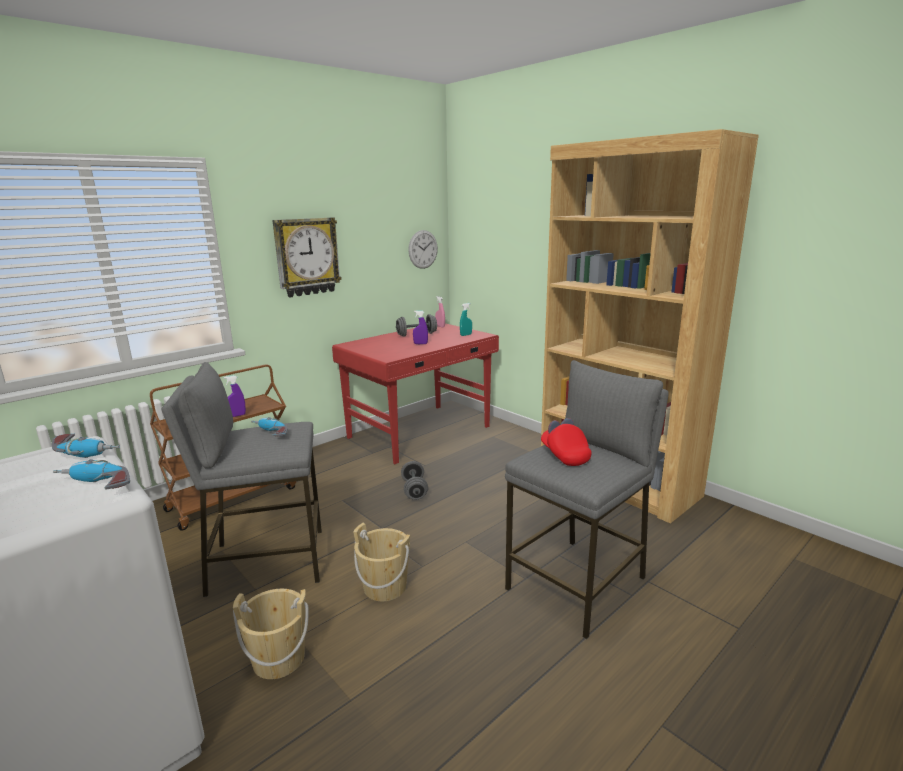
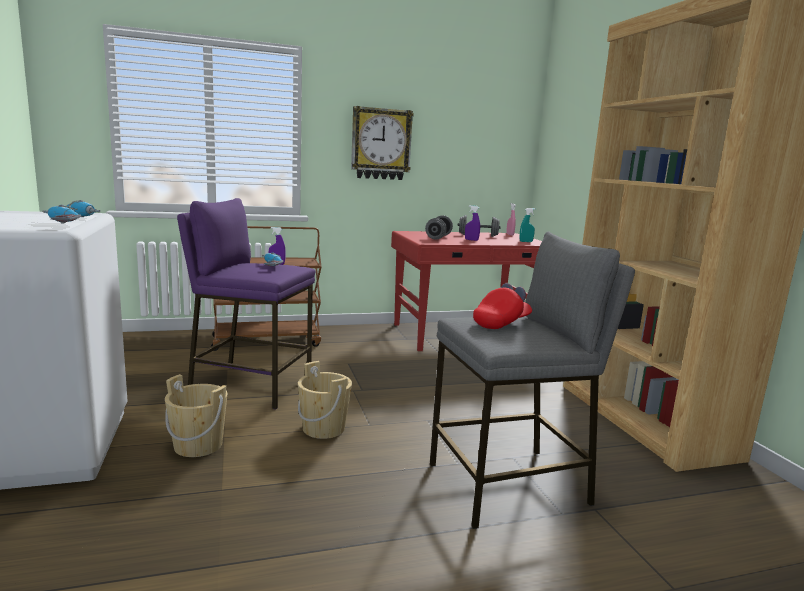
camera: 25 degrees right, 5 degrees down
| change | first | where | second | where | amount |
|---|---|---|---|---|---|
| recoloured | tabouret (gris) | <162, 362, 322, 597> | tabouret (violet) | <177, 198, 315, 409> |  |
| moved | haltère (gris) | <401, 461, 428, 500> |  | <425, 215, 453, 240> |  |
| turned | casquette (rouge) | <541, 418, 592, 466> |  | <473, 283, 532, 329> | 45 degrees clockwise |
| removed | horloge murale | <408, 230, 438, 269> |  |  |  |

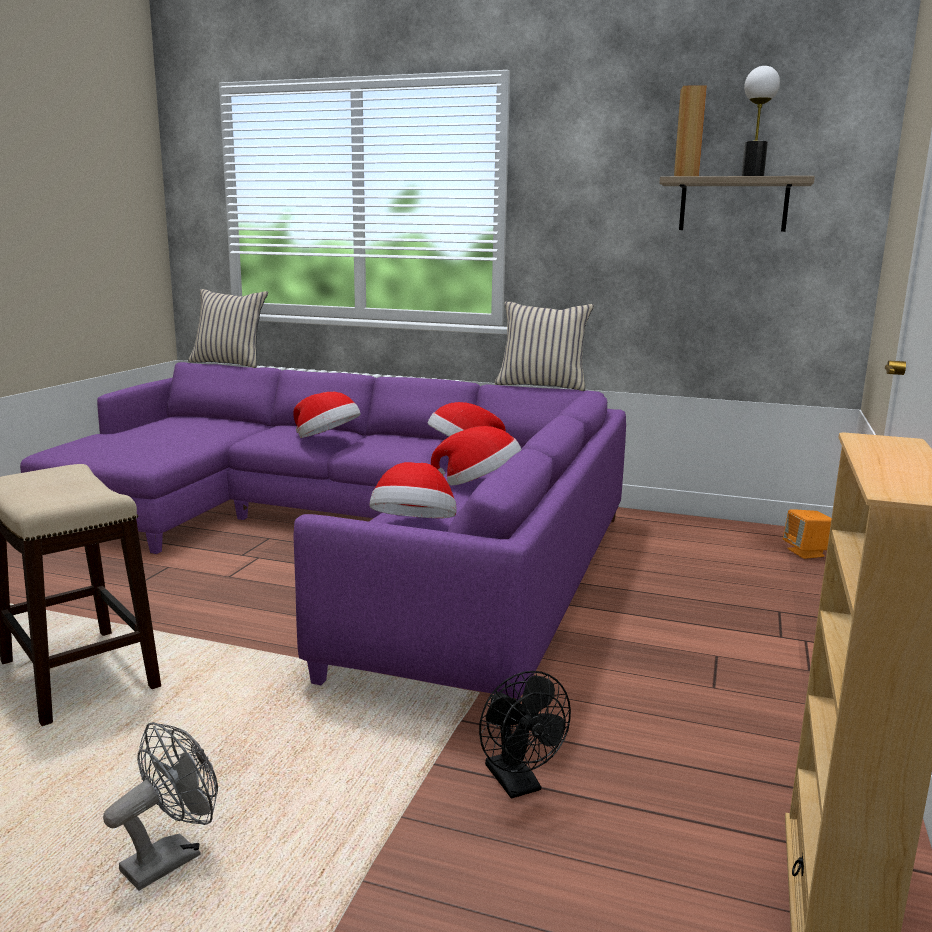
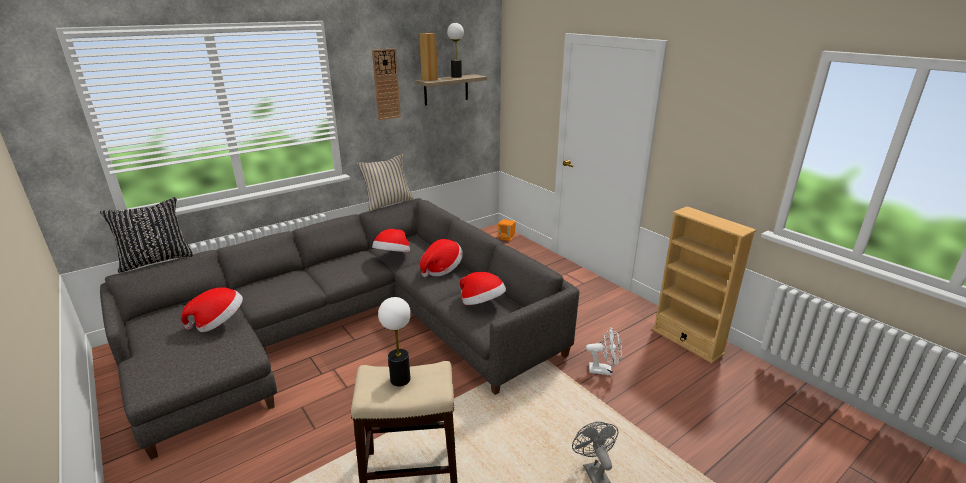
camera: 55 degrees left, 10 degrees up
| change | first | where | second | where | amount |
|---|---|---|---|---|---|
| recoloured | coussin (beige) | <188, 289, 268, 368> | coussin (noir) | <100, 197, 194, 273> |  |
| recoloured | canapé (violet) | <20, 362, 626, 701> | canapé (gris) | <100, 198, 580, 460> |  |
| moved | chapeau | <293, 392, 361, 438> |  | <181, 287, 243, 332> |  |
| added |  |  | horloge murale | <372, 48, 401, 120> |  |
| added |  |  | lampe de table | <378, 297, 411, 386> |  |
| recoloured | ventilateur (noir) | <479, 671, 571, 799> | ventilateur (blanc) | <586, 327, 622, 376> |  |

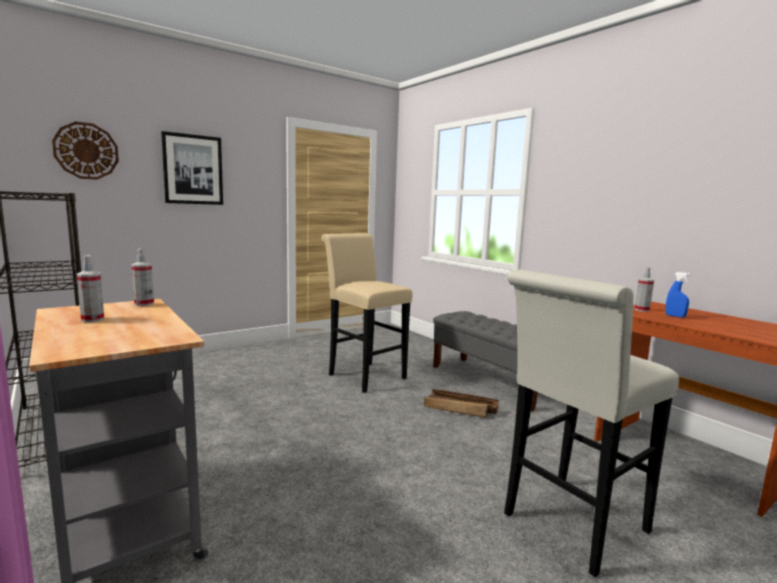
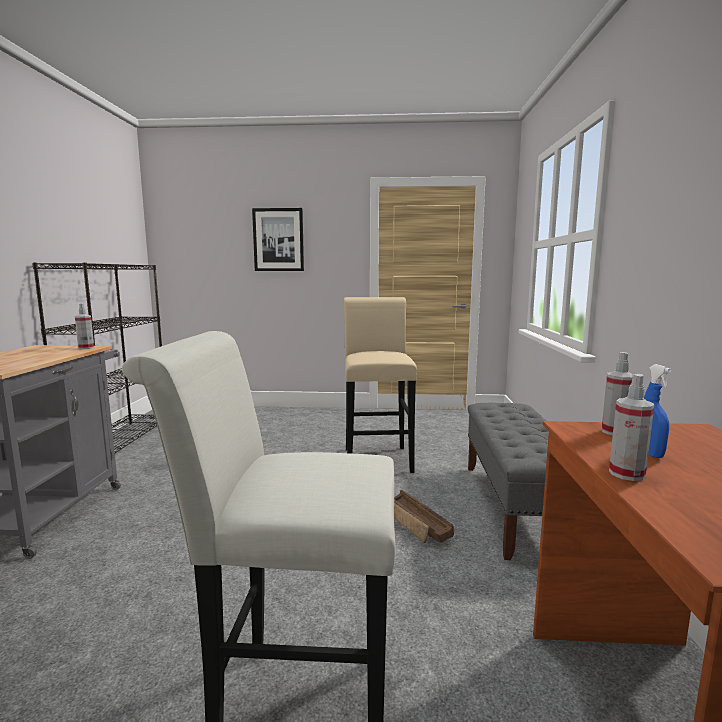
camera: 40 degrees right, 0 degrees up
| change | first | where | second | where | amount |
|---|---|---|---|---|---|
| moved | vaporisateur | <77, 255, 104, 322> |  | <609, 374, 654, 481> |  |
| removed | horloge murale | <52, 122, 119, 180> |  |  |  |

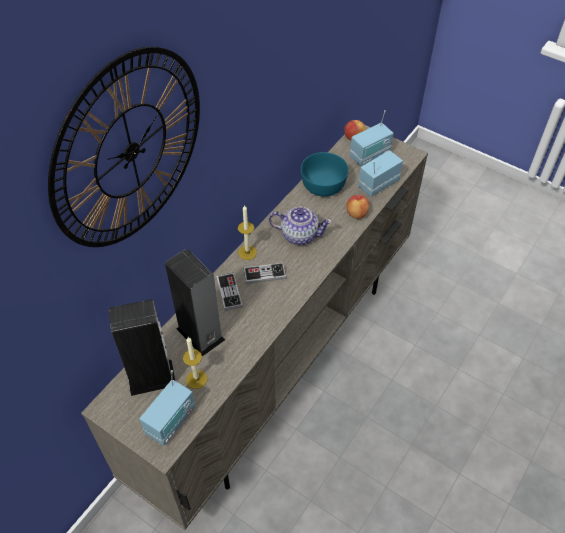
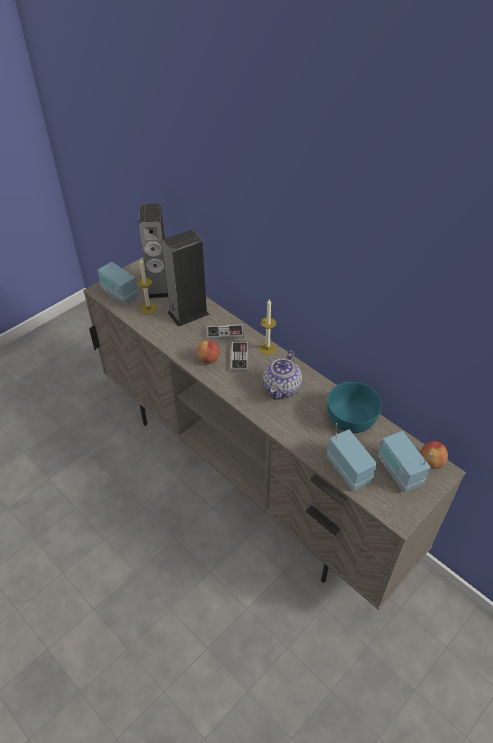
camera: 100 degrees right, 5 degrees down
| change | first | where | second | where | amount |
|---|---|---|---|---|---|
| moved | pomme | <346, 195, 369, 219> |  | <196, 340, 220, 364> |  |
| removed | horloge murale | <48, 47, 200, 247> |  |  |  |

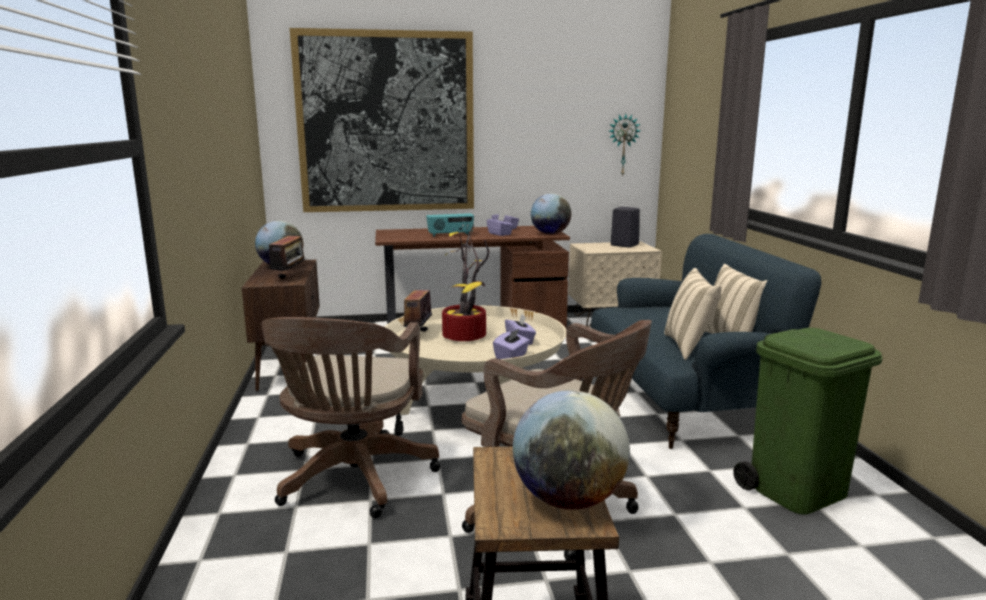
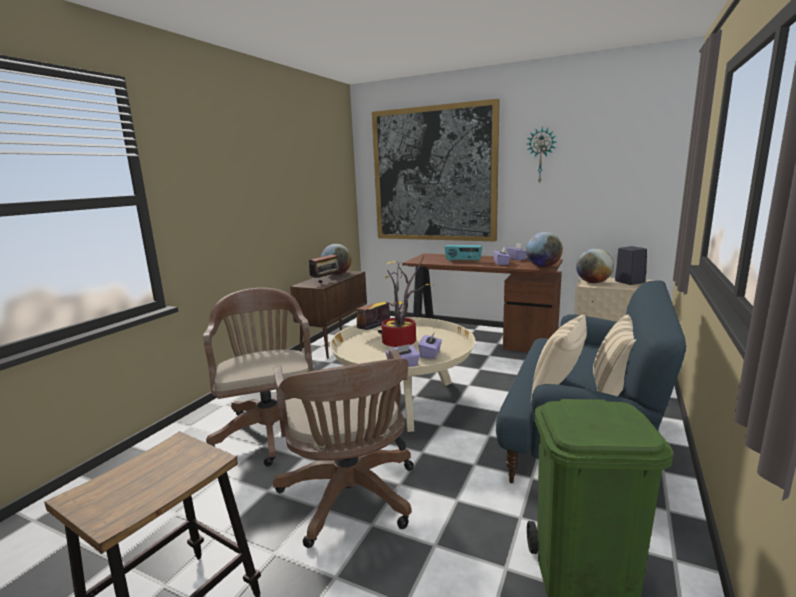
camera: 35 degrees right, 0 degrees up
| change | first | where | second | where | amount |
|---|---|---|---|---|---|
| turned | chaise de bureau (marron) | <262, 317, 441, 518> |  | <203, 288, 314, 467> | 120 degrees clockwise |
| moved | horloge murale | <609, 114, 640, 177> |  | <527, 127, 556, 184> |  |
| moved | globe | <513, 390, 630, 510> |  | <576, 248, 614, 283> |  |

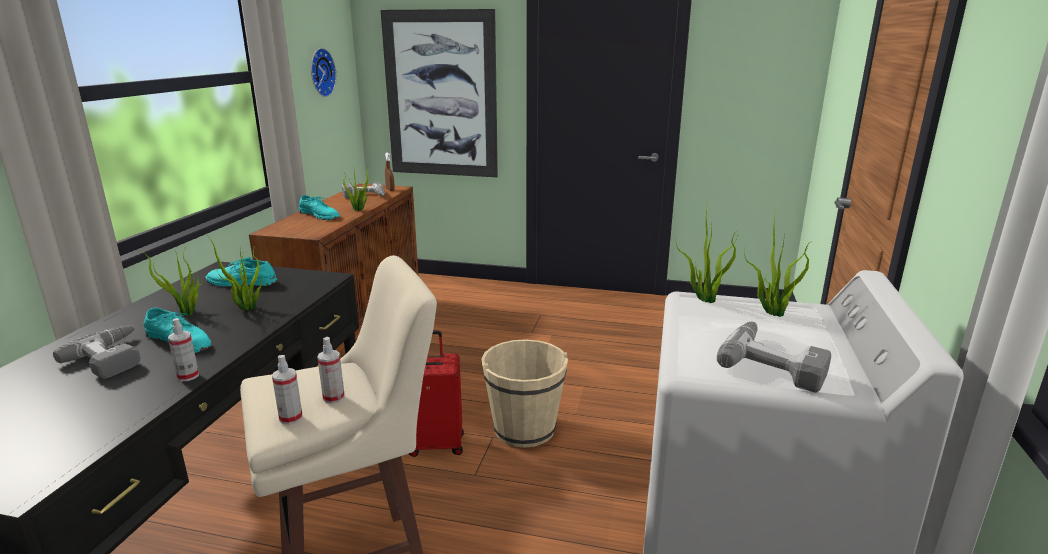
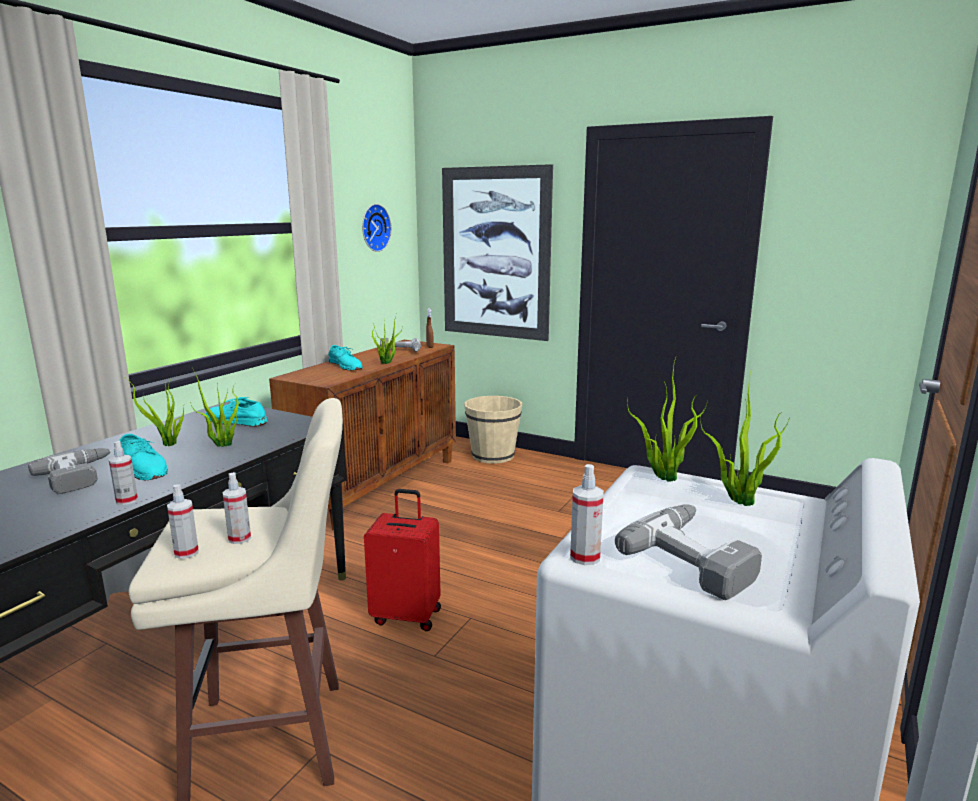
camera: 15 degrees right, 5 degrees down
| change | first | where | second | where | amount |
|---|---|---|---|---|---|
| moved | seau (beige) | <481, 339, 568, 448> |  | <464, 396, 522, 464> |  |
| added |  |  | vaporisateur | <570, 464, 604, 565> |  |

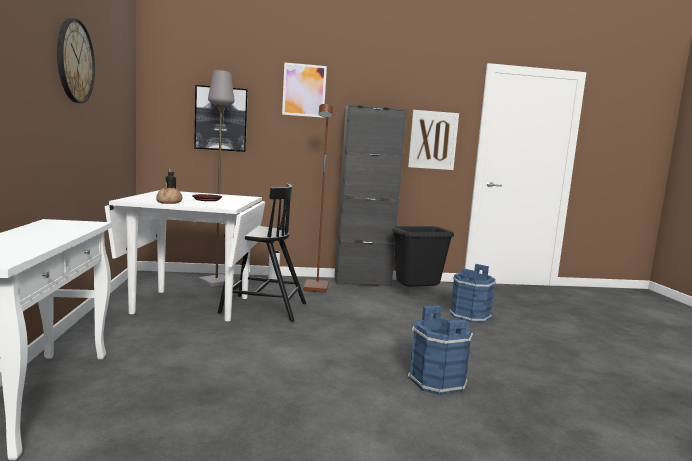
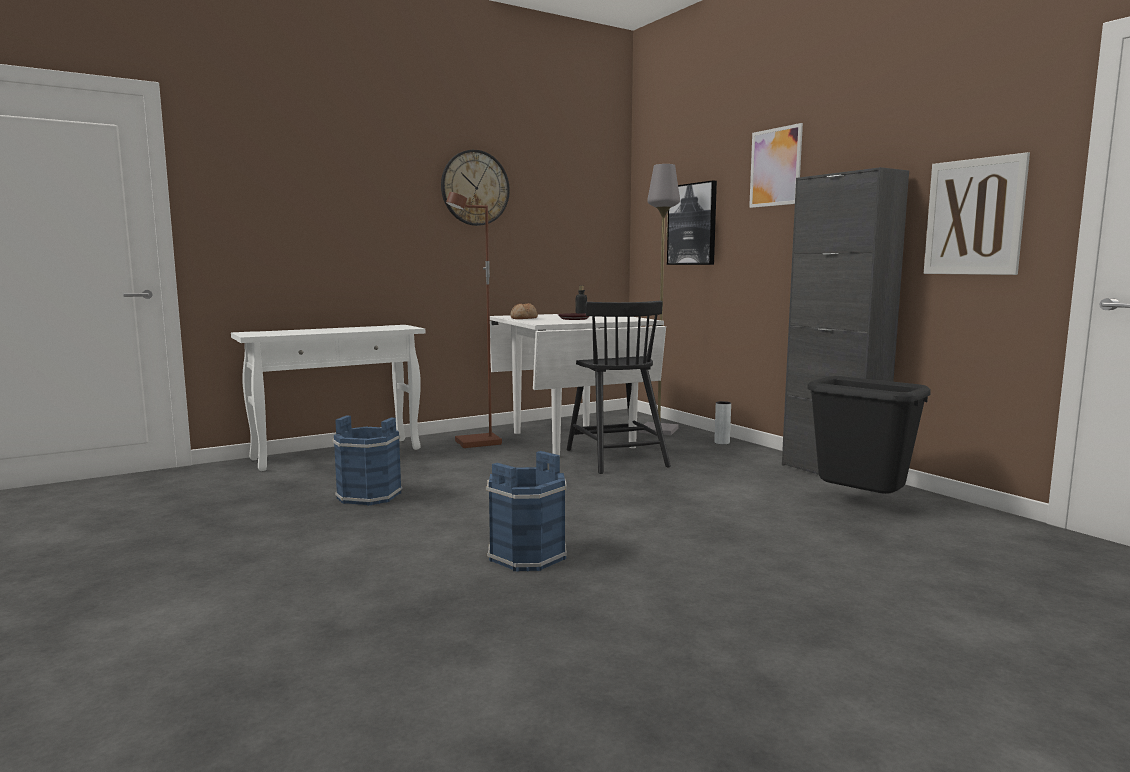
camera: 65 degrees right, 0 degrees up
| change | first | where | second | where | amount |
|---|---|---|---|---|---|
| moved | seau (bleu) | <449, 264, 496, 323> |  | <332, 416, 402, 506> |  |
| moved | lampadaire (marron) | <303, 104, 333, 293> |  | <446, 192, 502, 448> |  |

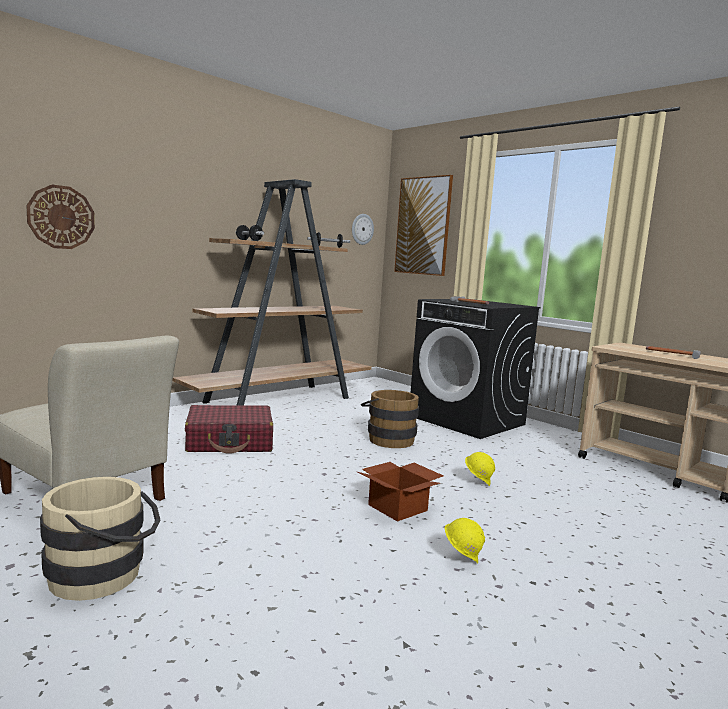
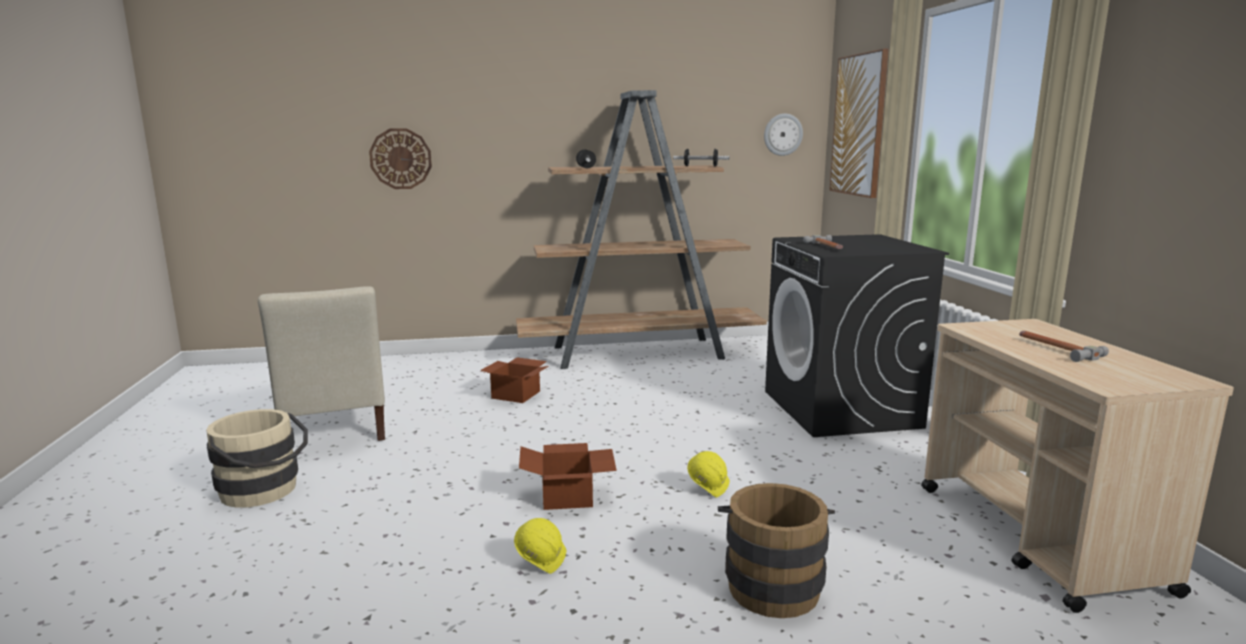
camera: 35 degrees right, 5 degrees up
| change | first | where | second | where | amount |
|---|---|---|---|---|---|
| replaced | valise (rouge) | <185, 405, 273, 454> | carton | <480, 358, 549, 403> |  |
| moved | seau (marron) | <361, 390, 419, 448> |  | <718, 483, 835, 618> |  |

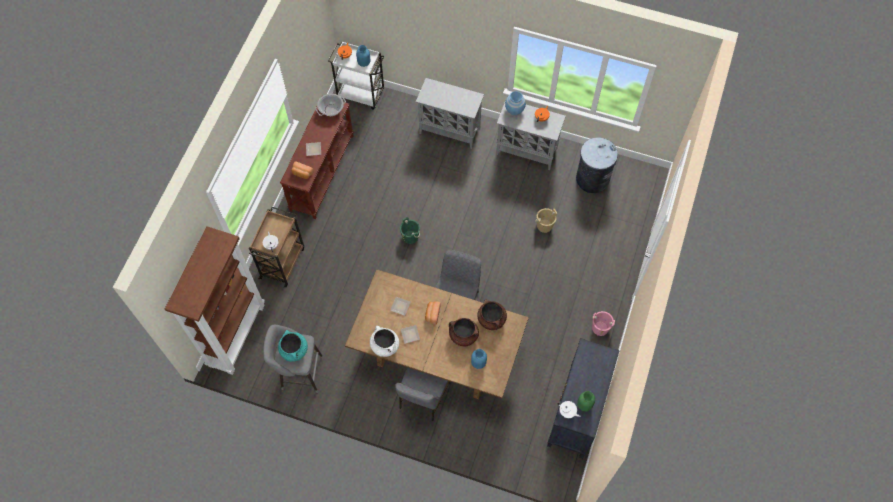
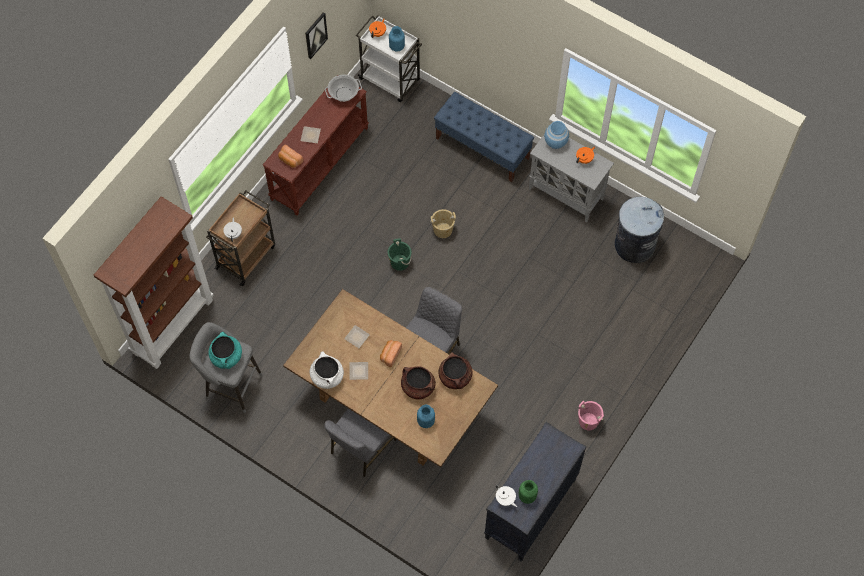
camera: 15 degrees right, 0 degrees up
| change | first | where | second | where | amount |
|---|---|---|---|---|---|
| added |  |  | tableau | <305, 12, 328, 59> |  |
| moved | seau (beige) | <536, 208, 557, 233> |  | <430, 209, 456, 238> |  |
| replaced | meuble de rangement (gris) | <416, 78, 484, 149> | banc (bleu) | <434, 92, 534, 182> |  |

